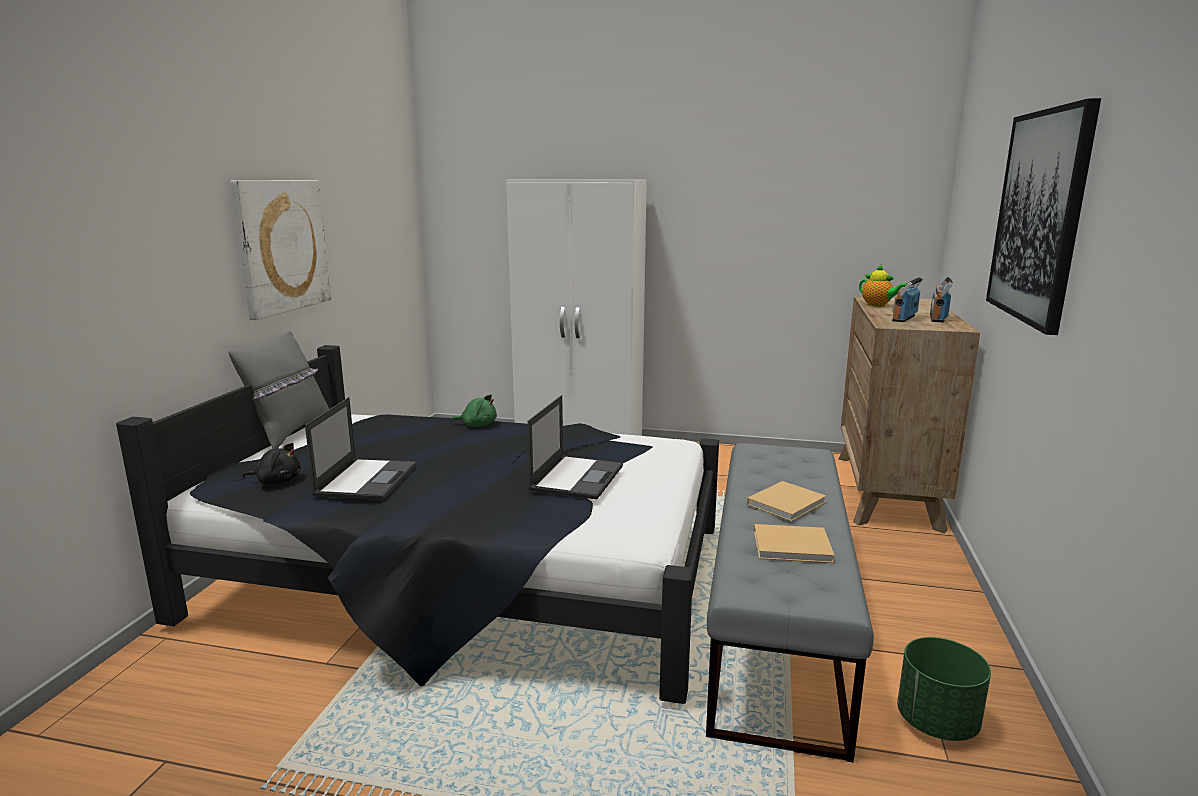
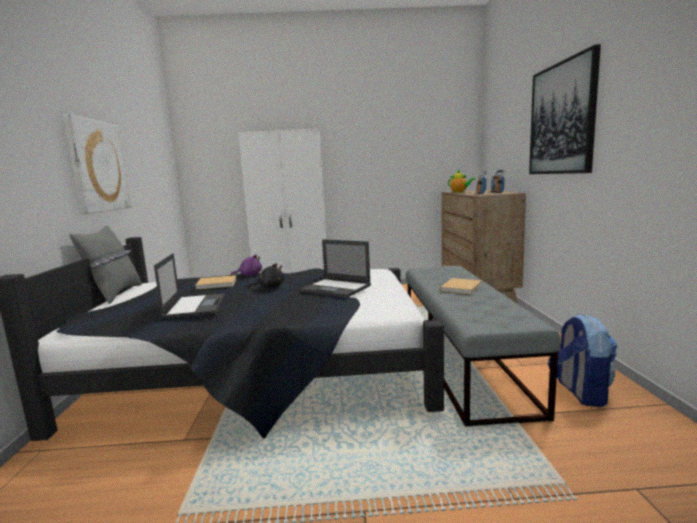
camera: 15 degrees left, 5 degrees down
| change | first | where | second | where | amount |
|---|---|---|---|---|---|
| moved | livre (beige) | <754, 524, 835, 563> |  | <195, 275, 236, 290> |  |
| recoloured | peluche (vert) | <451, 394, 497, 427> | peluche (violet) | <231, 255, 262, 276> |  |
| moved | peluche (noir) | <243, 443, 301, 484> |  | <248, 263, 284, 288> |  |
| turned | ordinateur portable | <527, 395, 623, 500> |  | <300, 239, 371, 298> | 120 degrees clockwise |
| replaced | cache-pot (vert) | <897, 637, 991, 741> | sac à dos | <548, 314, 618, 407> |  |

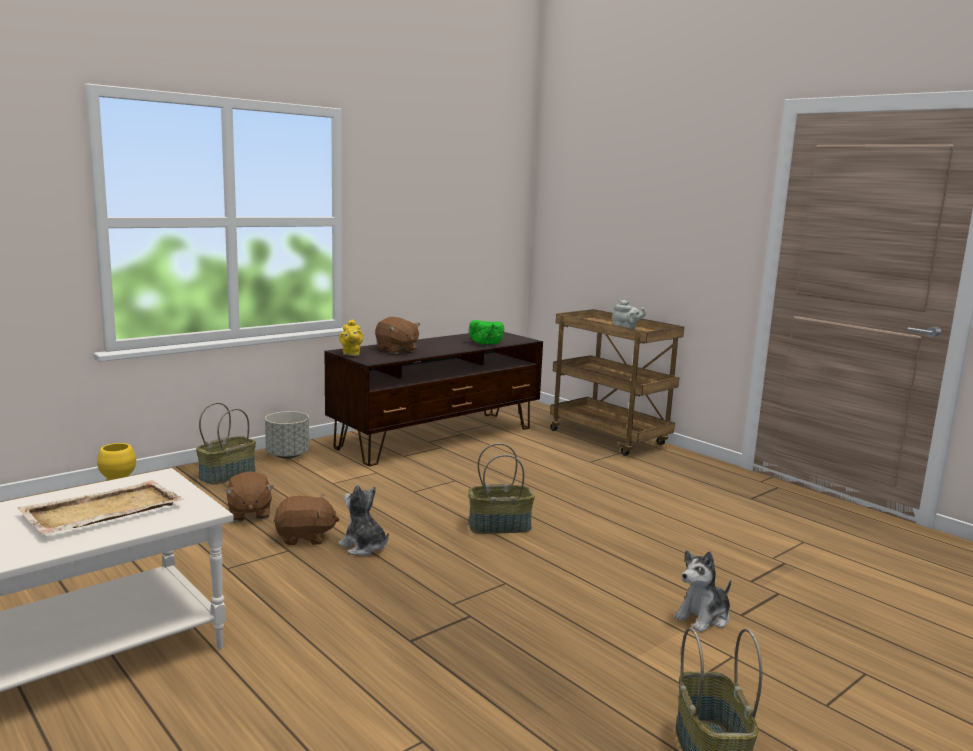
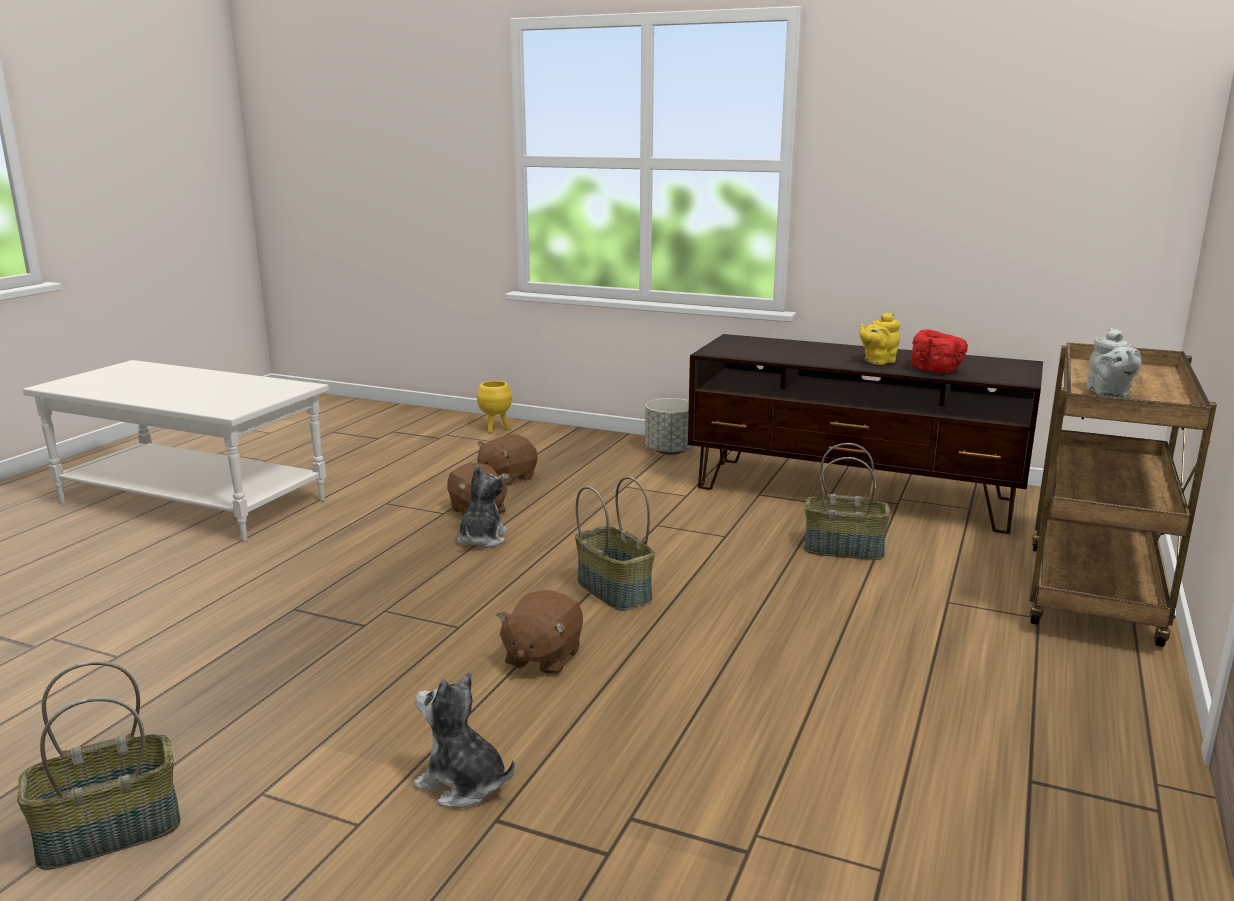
camera: 65 degrees right, 5 degrees up
| change | first | where | second | where | amount |
|---|---|---|---|---|---|
| moved | peluche (marron) | <375, 317, 420, 354> |  | <496, 590, 583, 675> |  |
| moved | panier | <196, 402, 256, 485> |  | <804, 443, 890, 560> |  |
| moved | théière (jaune) | <339, 320, 364, 356> |  | <859, 313, 901, 365> |  |
| recoloured | bol (vert) | <469, 320, 504, 345> | bol (rouge) | <911, 329, 968, 374> |  |
| removed | plateau (beige) | <17, 480, 184, 535> |  |  |  |

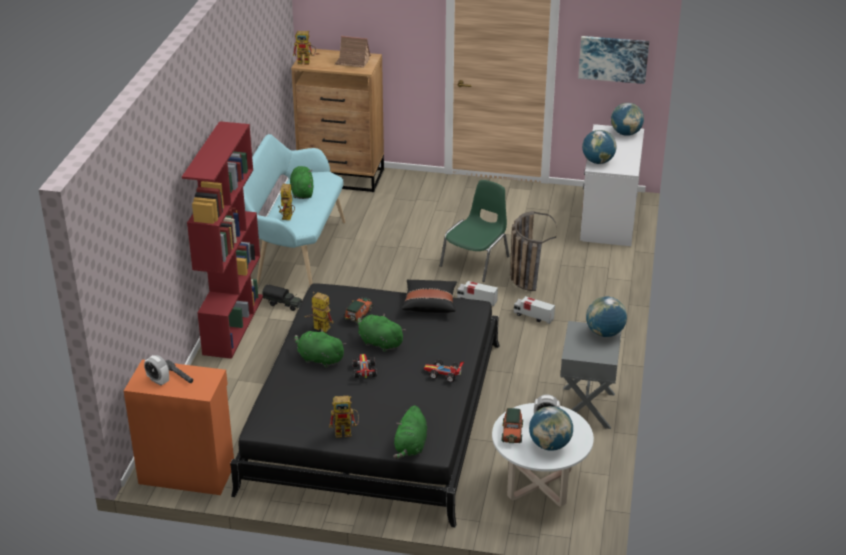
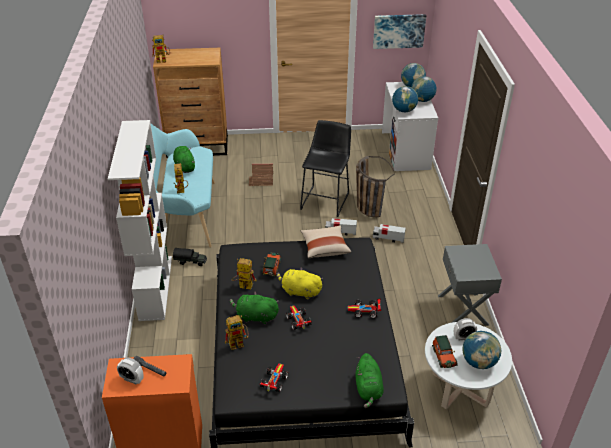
camera: 15 degrees left, 5 degrees up
| change | first | where | second | where | amount |
|---|---|---|---|---|---|
| recoloured | bibliothèque (rouge) | <182, 121, 263, 359> | bibliothèque (blanc) | <108, 120, 172, 321> |  |
| moved | robot jouet | <329, 396, 359, 438> |  | <225, 315, 249, 350> |  |
| moved | maison miniature | <335, 36, 371, 68> |  | <249, 163, 273, 186> |  |
| added |  |  | petite voiture | <260, 363, 288, 392> |  |
| recoloured | peluche (vert) | <357, 313, 406, 352> | peluche (jaune) | <277, 267, 323, 300> |  |
| replaced | chaise (vert) | <440, 180, 510, 282> | tabouret (noir) | <300, 120, 351, 217> |  |
| recoloured | coussin (noir) | <402, 280, 457, 313> | coussin (beige) | <301, 225, 351, 258> |  |
| moved | globe | <586, 296, 627, 337> |  | <411, 76, 437, 102> |  |

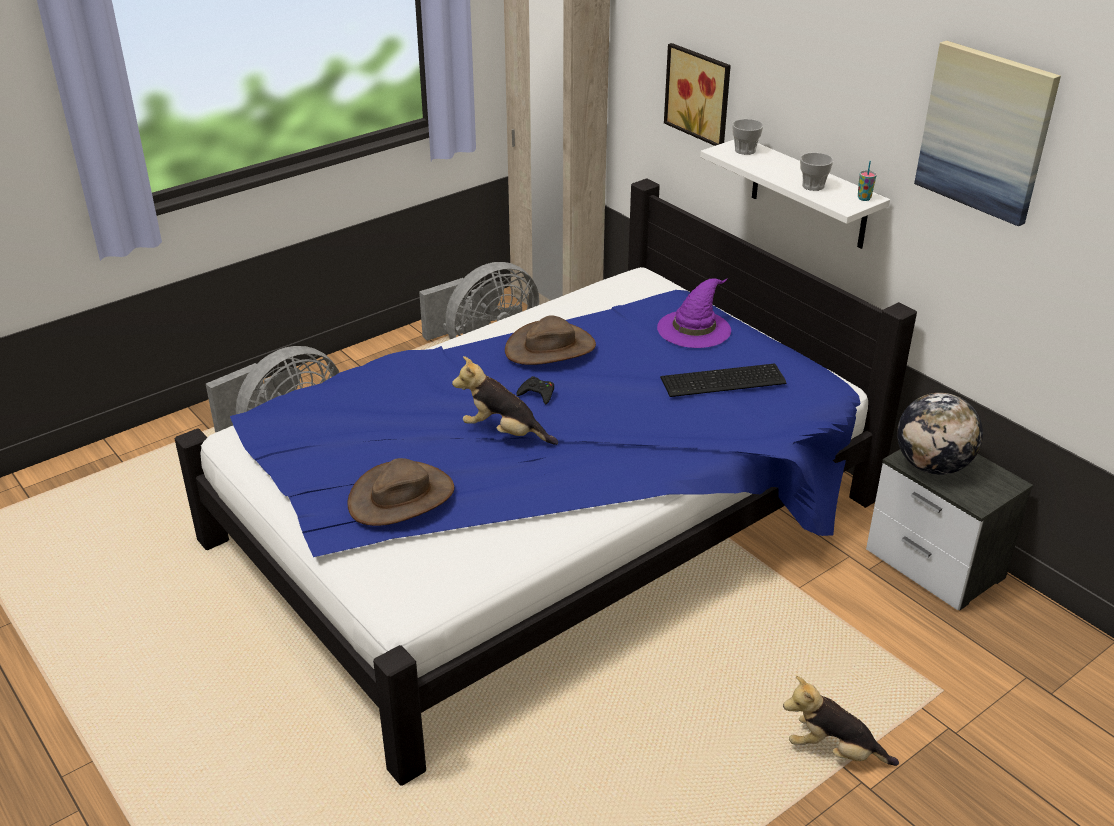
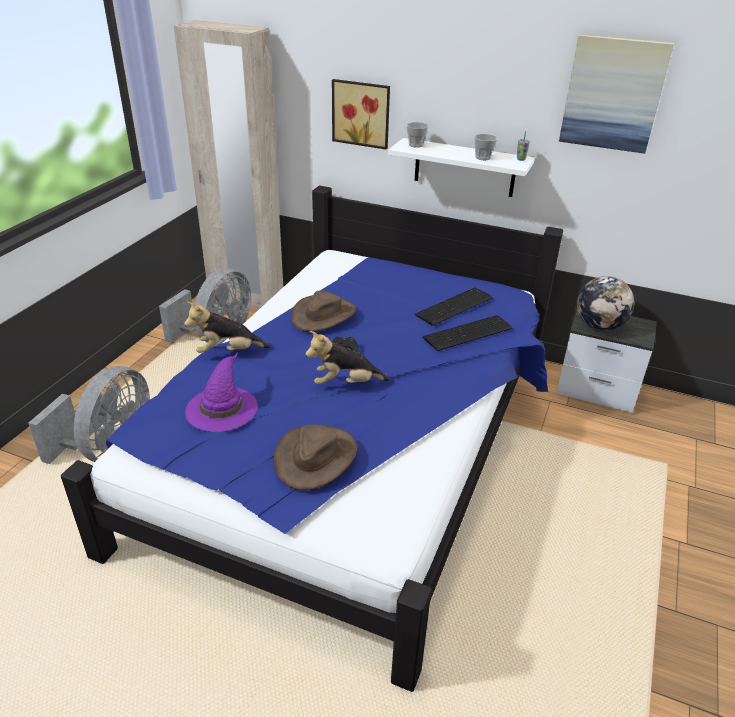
camera: 30 degrees left, 0 degrees up
| change | first | where | second | where | amount |
|---|---|---|---|---|---|
| moved | peluche | <783, 676, 899, 766> |  | <184, 302, 271, 353> |  |
| moved | chapeau (violet) | <657, 278, 731, 348> |  | <185, 353, 258, 432> |  |
| added |  |  | clavier | <422, 315, 512, 351> |  |

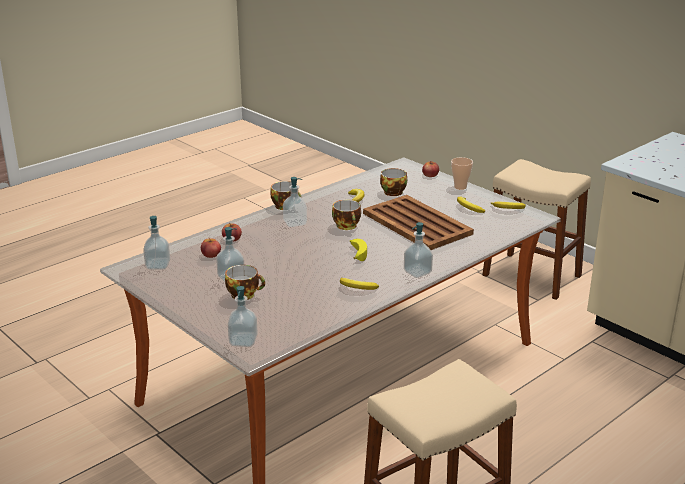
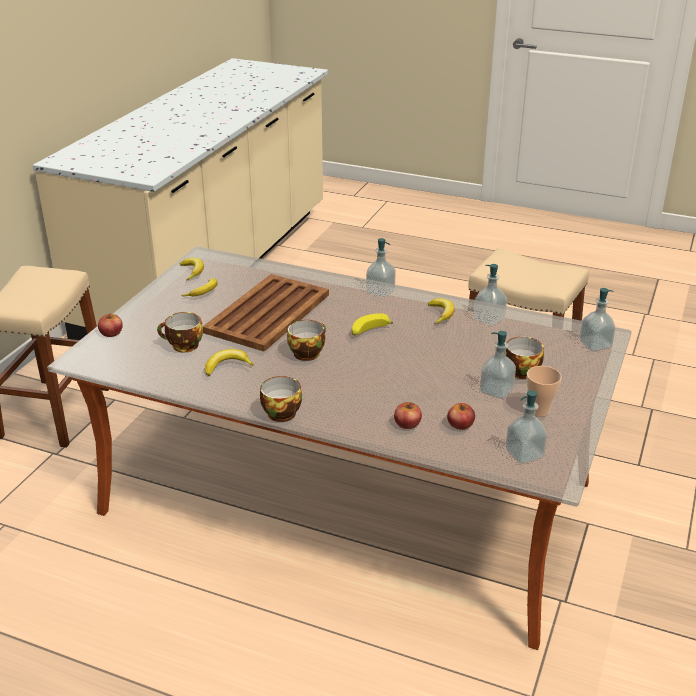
camera: 115 degrees left, 5 degrees up
| change | first | where | second | where | amount |
|---|---|---|---|---|---|
| moved | distributeur de savon | <283, 177, 307, 227> |  | <474, 264, 507, 326> |  |
| moved | tasse | <451, 157, 473, 190> |  | <527, 366, 562, 417> |  |

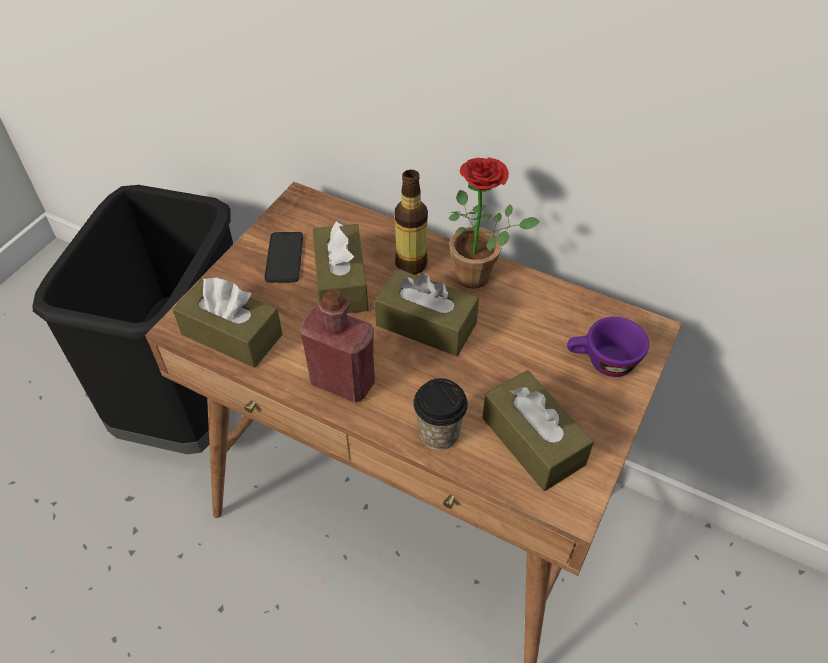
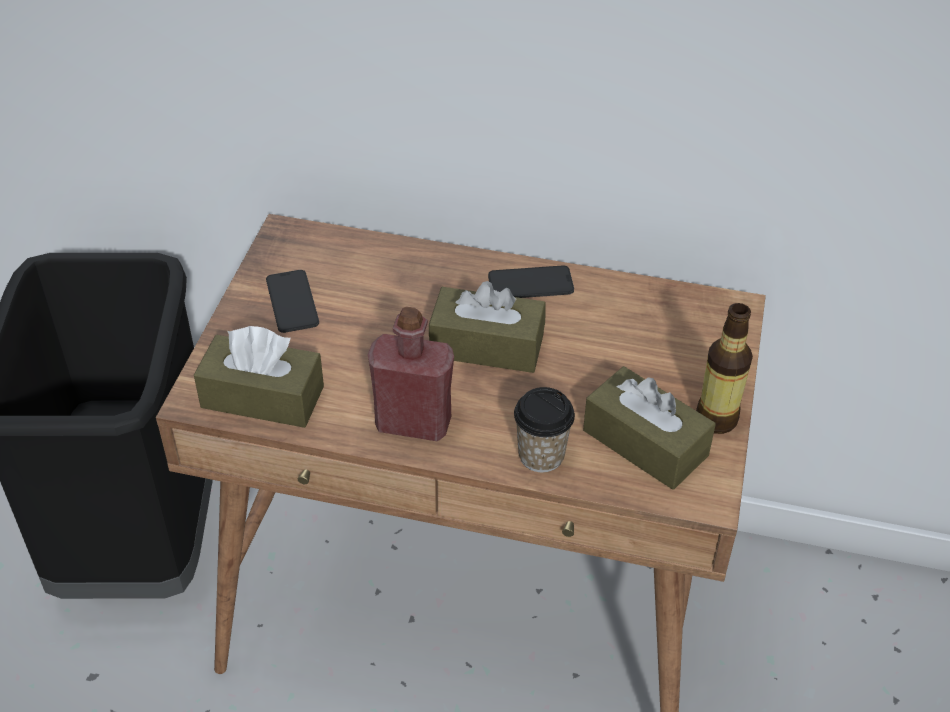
camera: 15 degrees left, 5 degrees down
| change | first | where | second | where | amount |
|---|---|---|---|---|---|
| replaced | plante en pot | <448, 157, 540, 289> | téléphone | <488, 265, 574, 298> |  |
| moved | bouteille | <395, 170, 428, 274> |  | <696, 303, 753, 434> |  |
| removed | boîte à mouchoirs (marron) | <313, 220, 368, 313> |  |  |  |
| removed | tasse (violet) | <567, 317, 649, 377> |  |  |  |

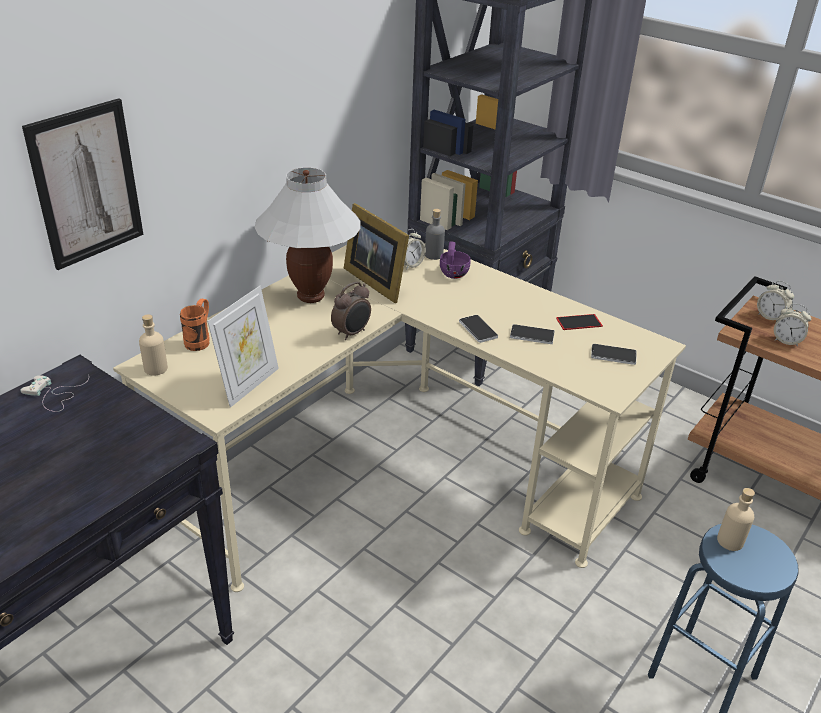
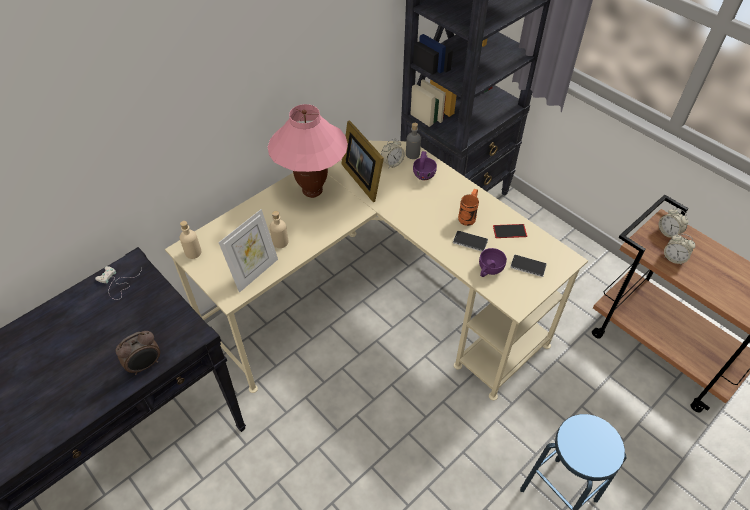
camera: 10 degrees right, 15 degrees up
| change | first | where | second | where | amount |
|---|---|---|---|---|---|
| moved | réveil | <331, 281, 371, 340> |  | <115, 331, 160, 375> |  |
| recoloured | lampe de table (blanc) | <254, 167, 361, 303> | lampe de table (rose) | <268, 104, 348, 198> |  |
| moved | bouteille (beige) | <717, 488, 755, 551> |  | <270, 211, 288, 248> |  |
| moved | mug (orange) | <180, 299, 210, 351> |  | <458, 189, 479, 226> |  |
| added |  |  | tasse (violet) | <479, 248, 507, 277> |  |
| removed | tableau | <22, 98, 144, 270> |  |  |  |
| removed | téléphone | <459, 315, 498, 343> |  |  |  |

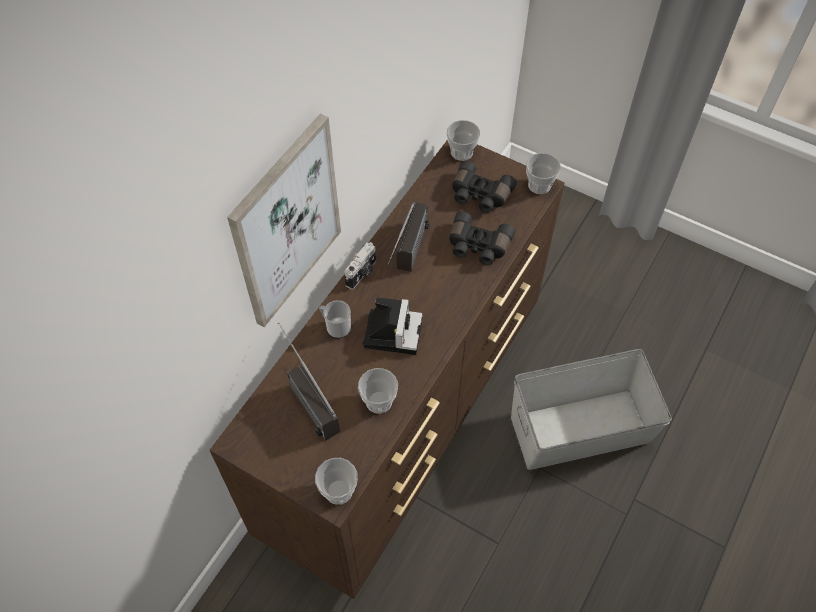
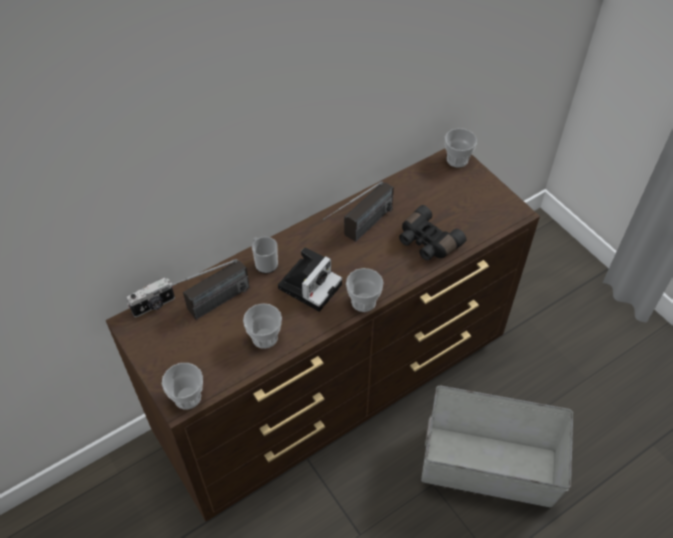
camera: 25 degrees right, 5 degrees down
| change | first | where | second | where | amount |
|---|---|---|---|---|---|
| moved | appareil photo | <344, 242, 376, 290> |  | <127, 278, 175, 317> |  |
| turned | radio | <278, 323, 340, 441> |  | <146, 259, 249, 320> | 120 degrees counterclockwise |
| moved | tasse | <526, 153, 560, 194> |  | <346, 268, 384, 312> |  |
| removed | tableau | <227, 114, 341, 327> |  |  |  |
| removed | jumelles (noir) | <452, 161, 517, 213> |  |  |  |

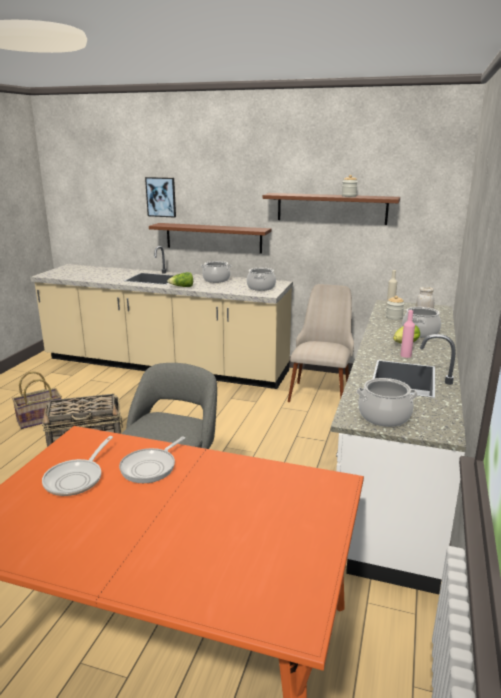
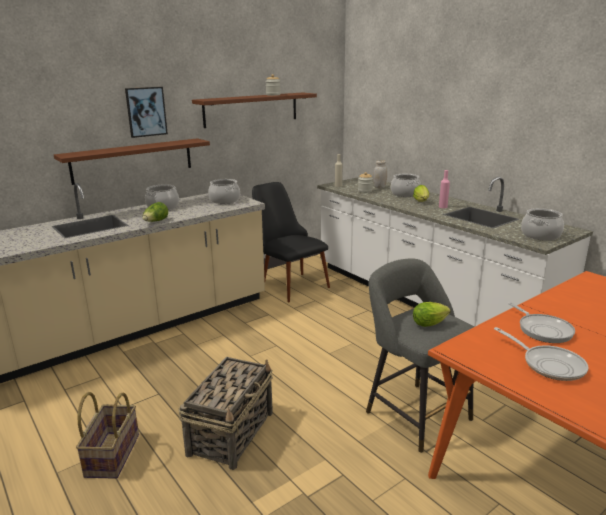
camera: 55 degrees left, 0 degrees up
| change | first | where | second | where | amount |
|---|---|---|---|---|---|
| moved | tableau | <145, 177, 176, 218> |  | <125, 87, 168, 138> |  |
| recoloured | chaise (beige) | <288, 284, 354, 402> | chaise (noir) | <252, 182, 330, 302> |  |
| added |  |  | laitue | <413, 302, 451, 327> |  |

